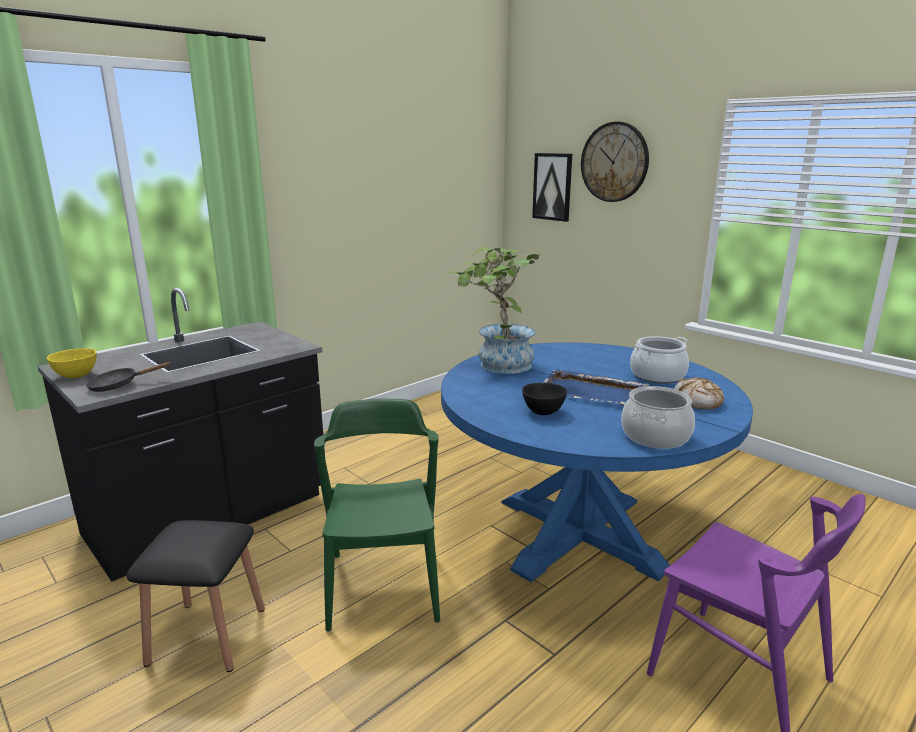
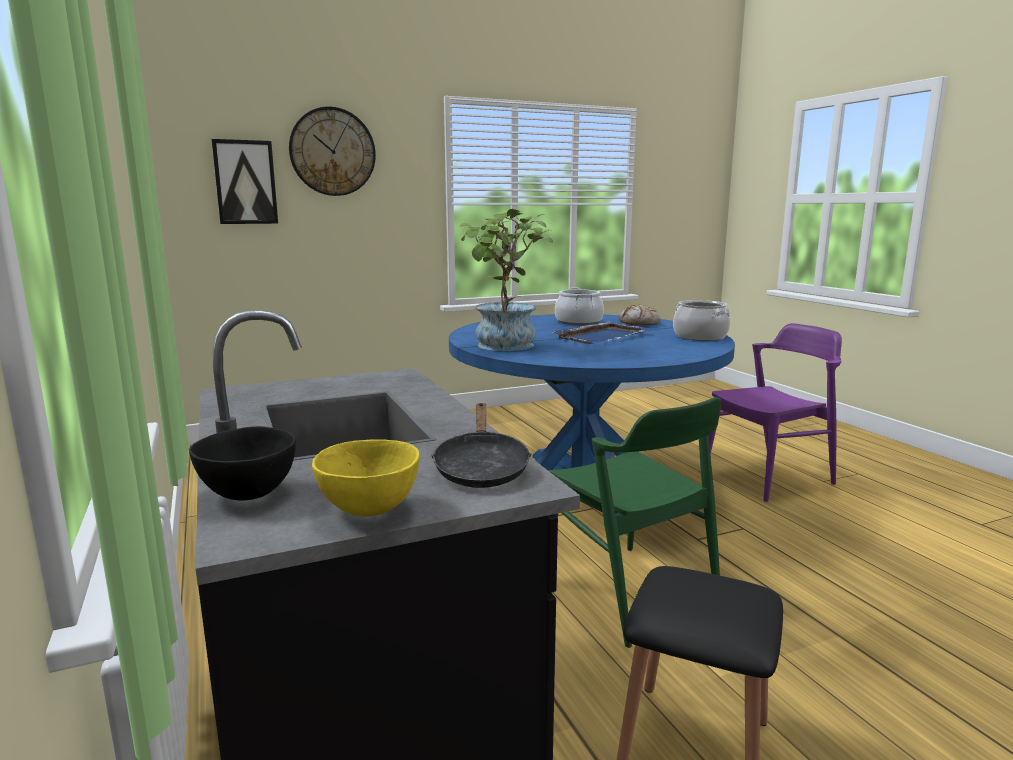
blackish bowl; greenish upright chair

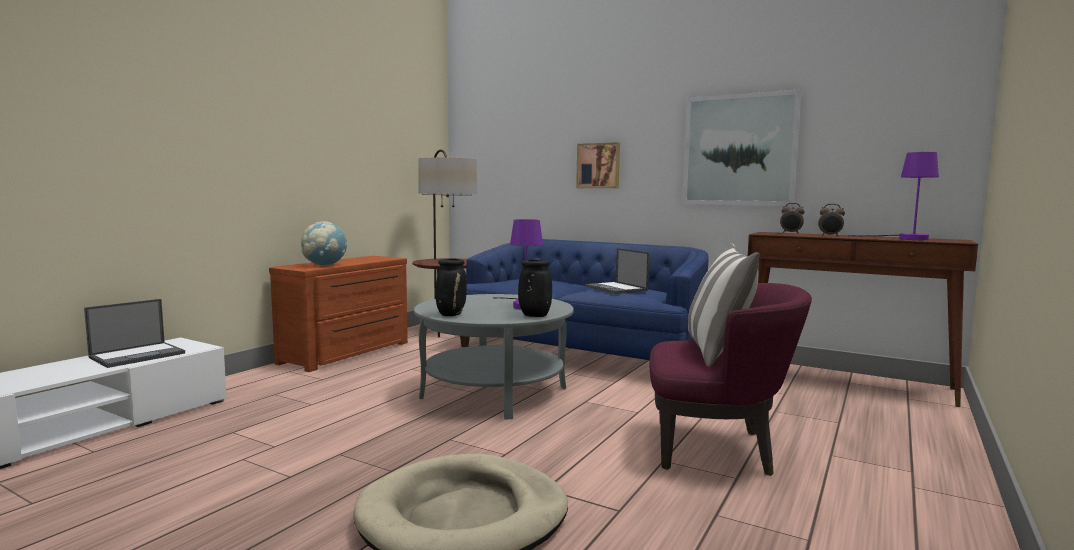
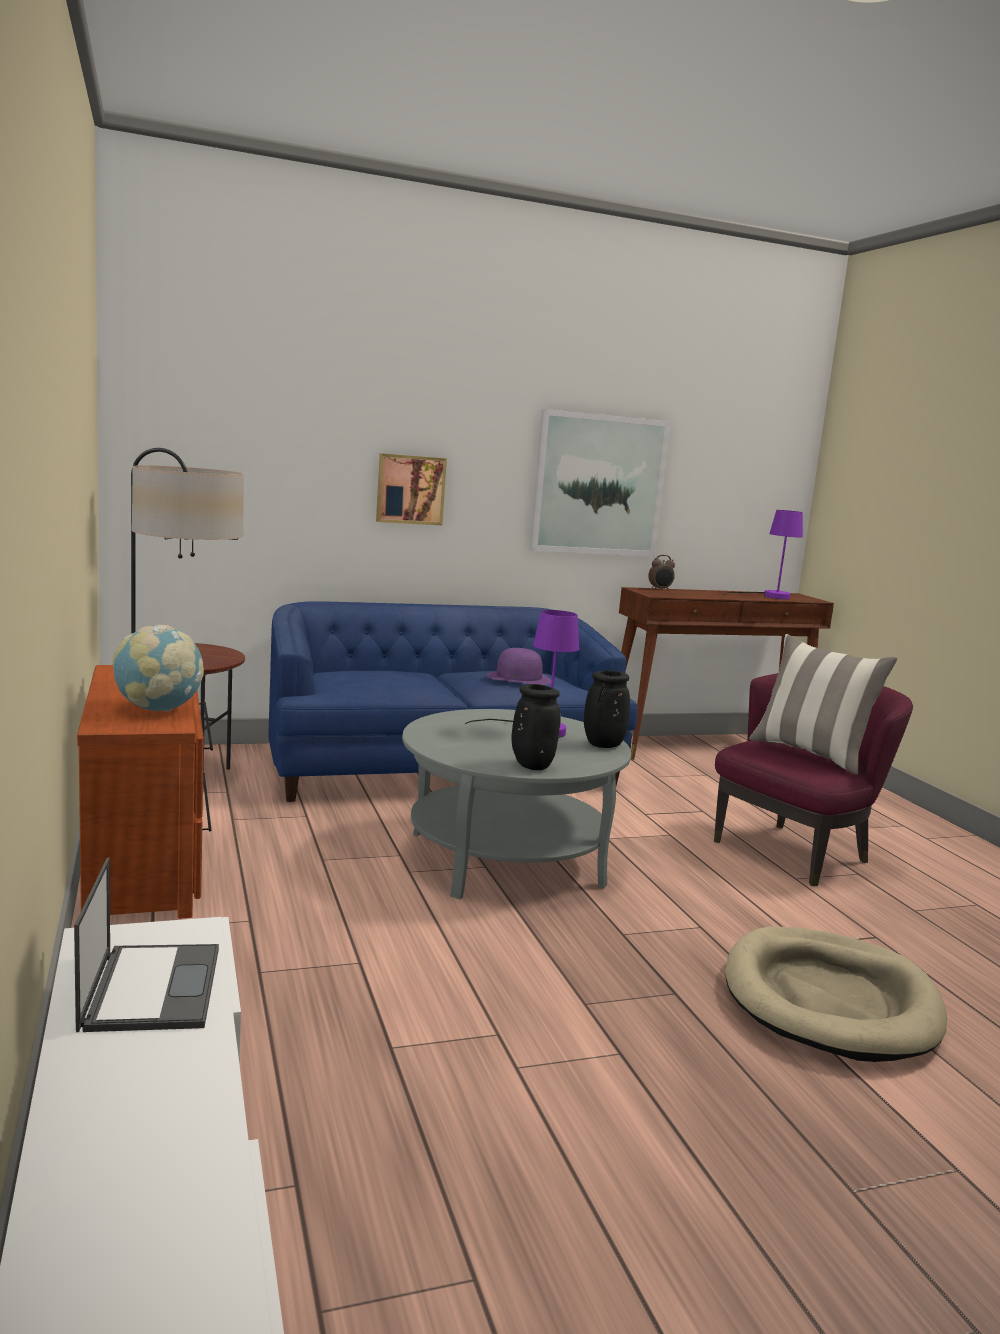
alarm clock (2nd from left in the first image); purplish wearable hat

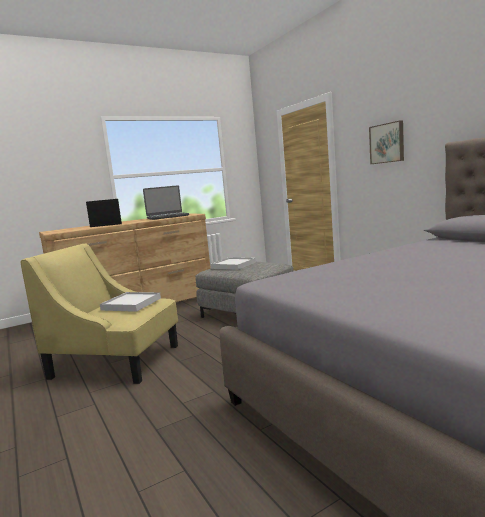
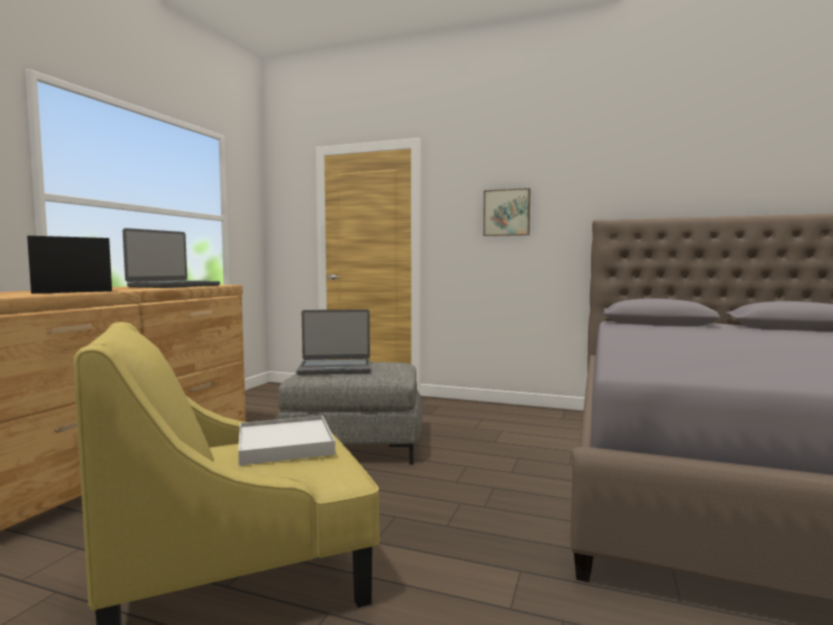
laptop (2nd from left)

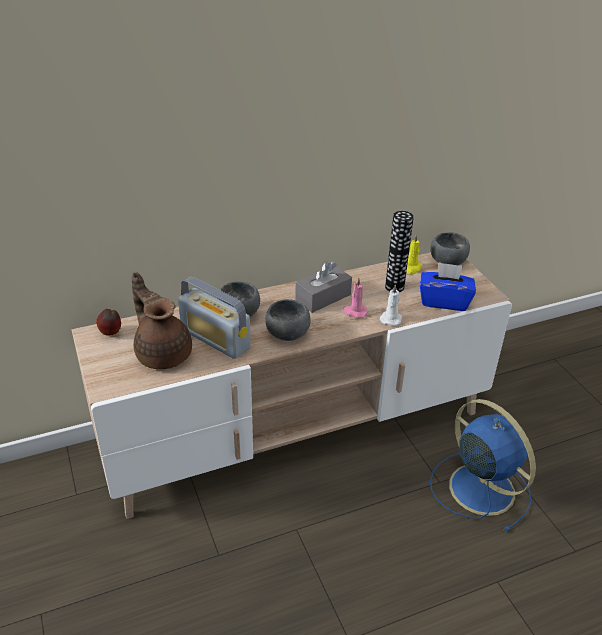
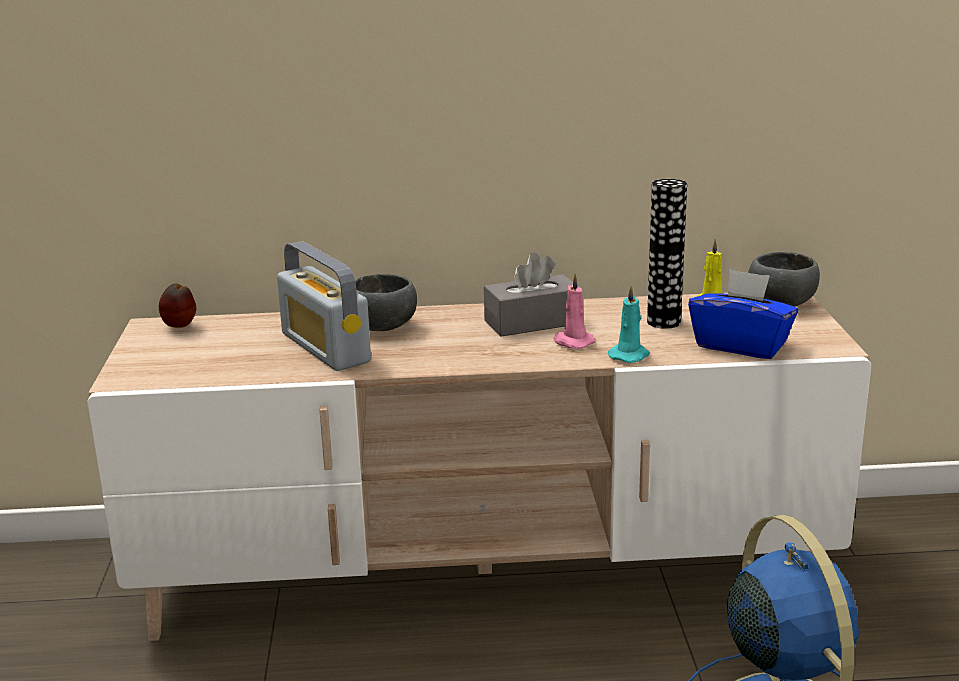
brown teapot; turquoise wax light; grey bowl (2nd from left in the first image)

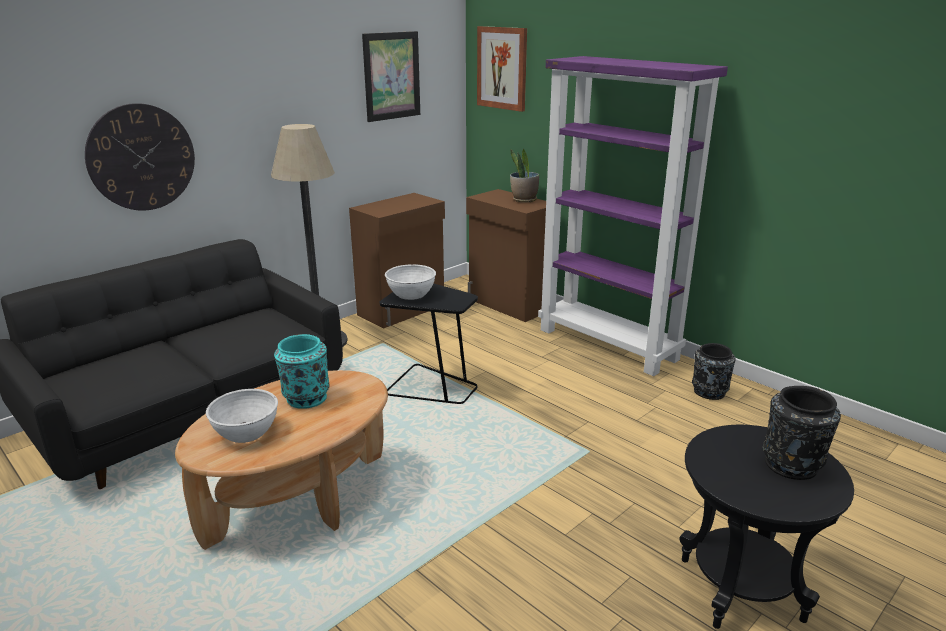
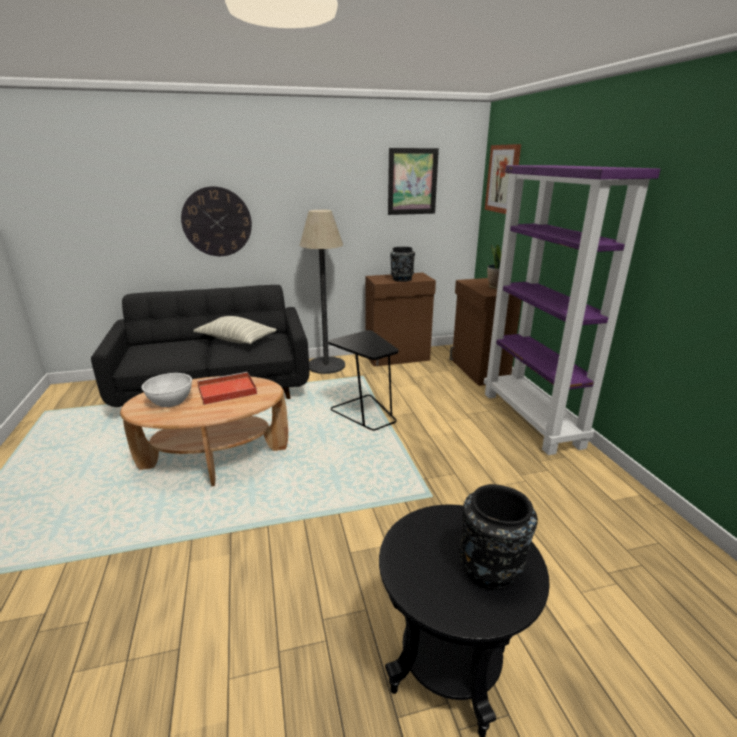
white-coloured bowl (2nd from left in the first image); red-coloured serving tray; blackish decorative vase (1st from left); pillow

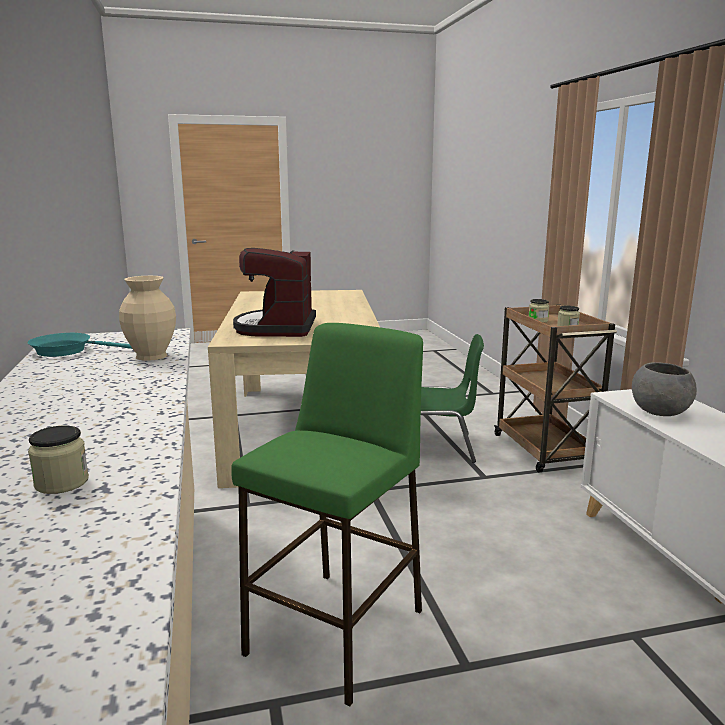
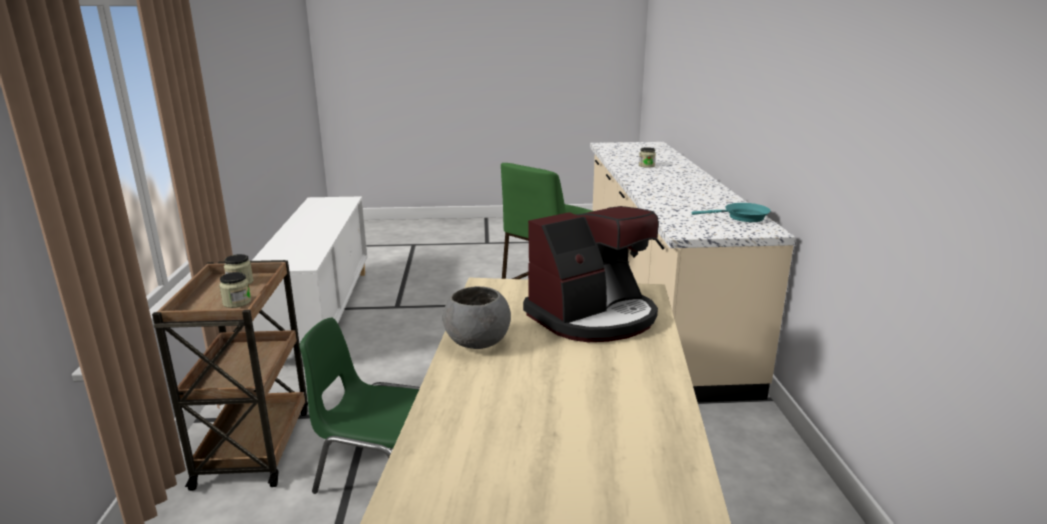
coffee maker; sand-coloured decorative vase; grey bowl

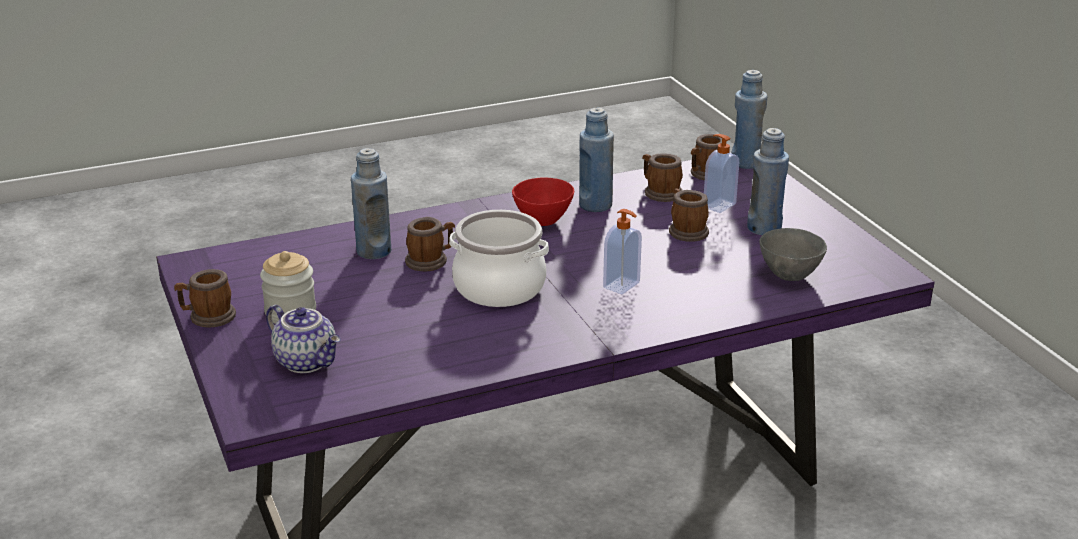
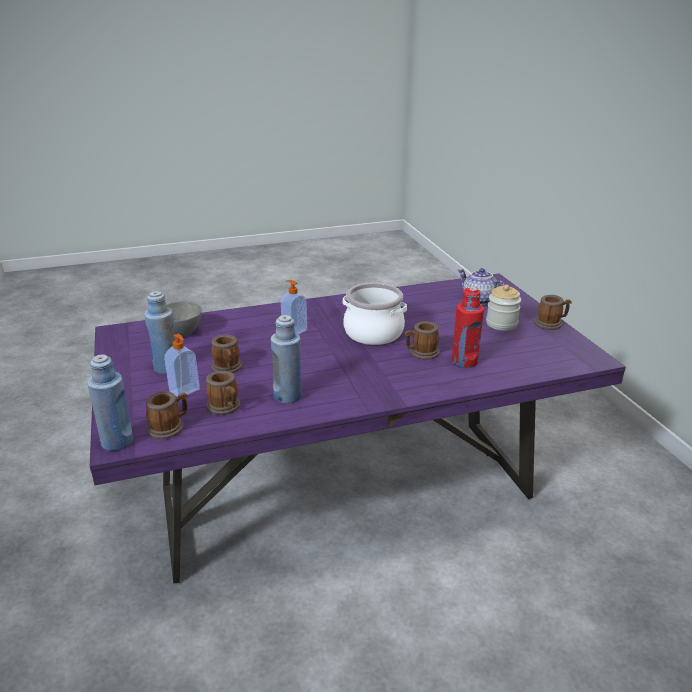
red-coloured beverage bottle; red-coloured bowl

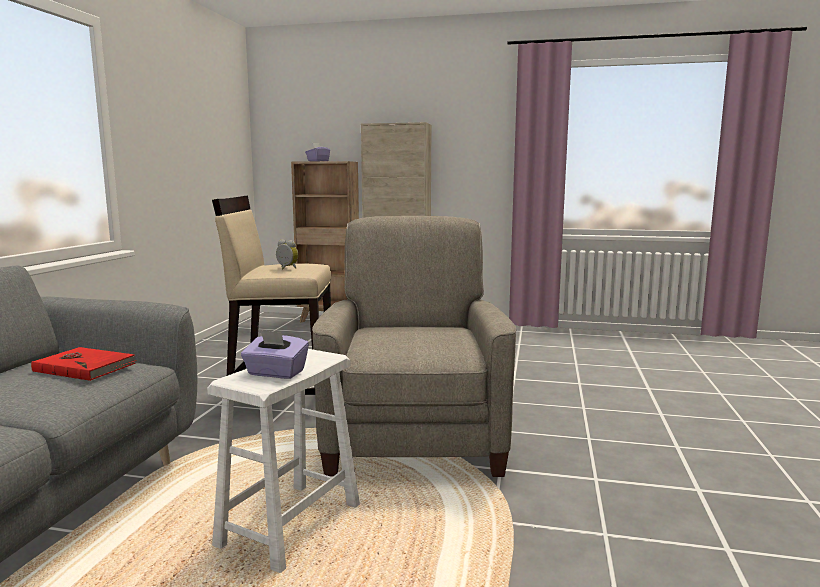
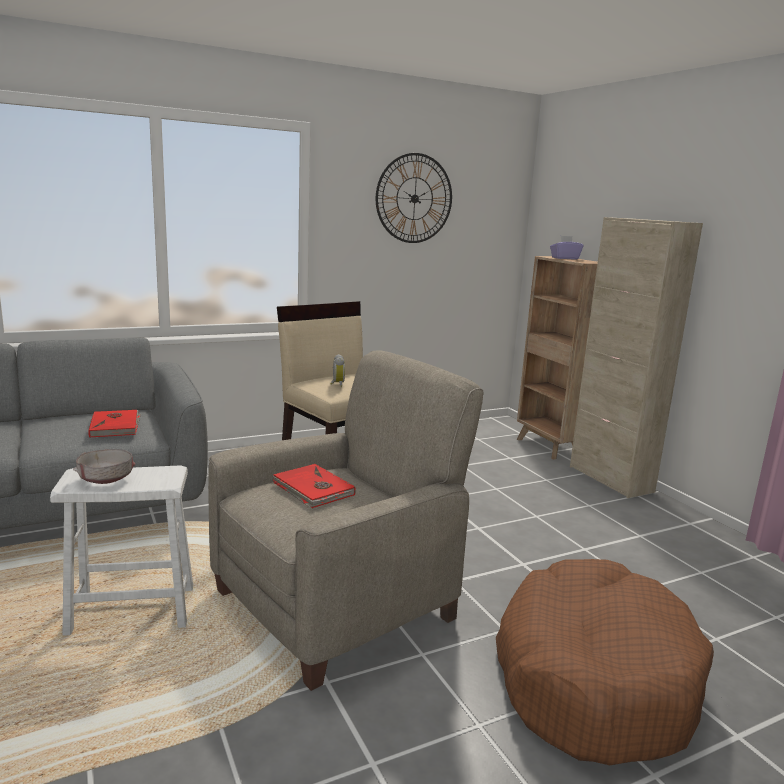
grey bowl; hanging clock; red-coloured volume (2nd from left); brown pet bed

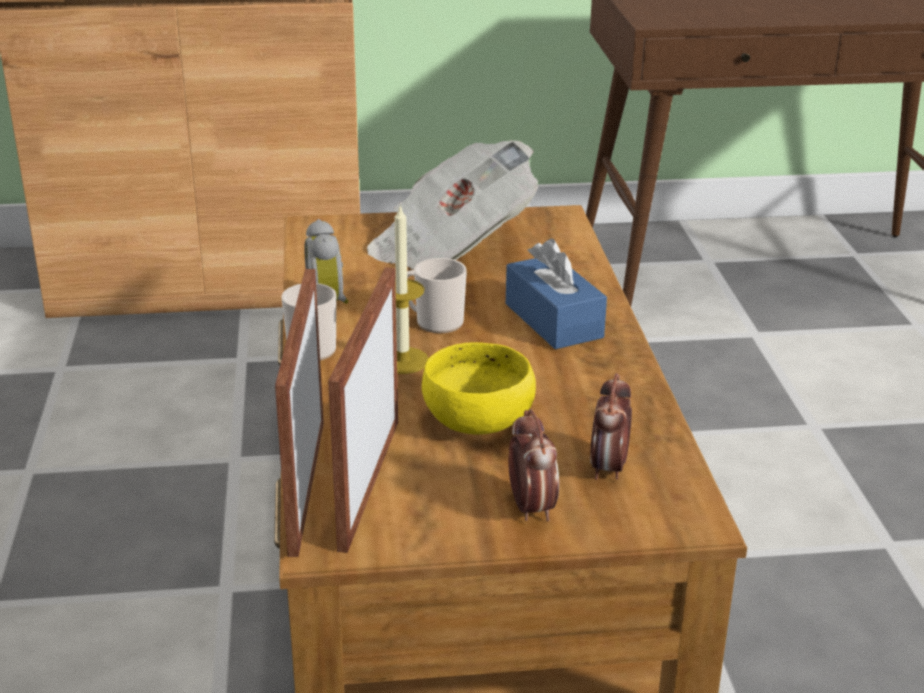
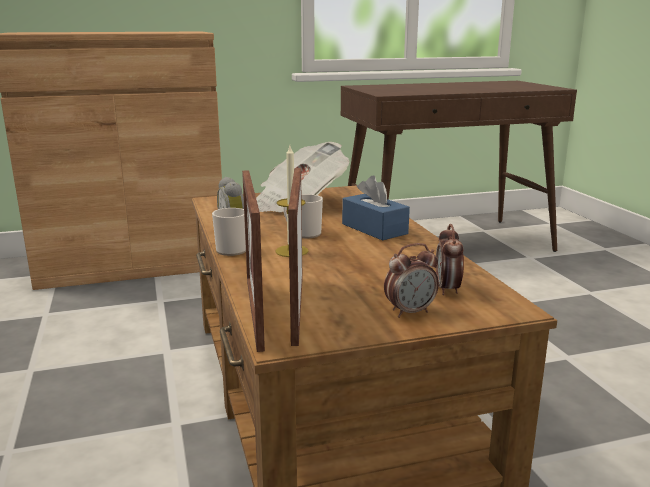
yellow bowl; alarm clock (2nd from left)

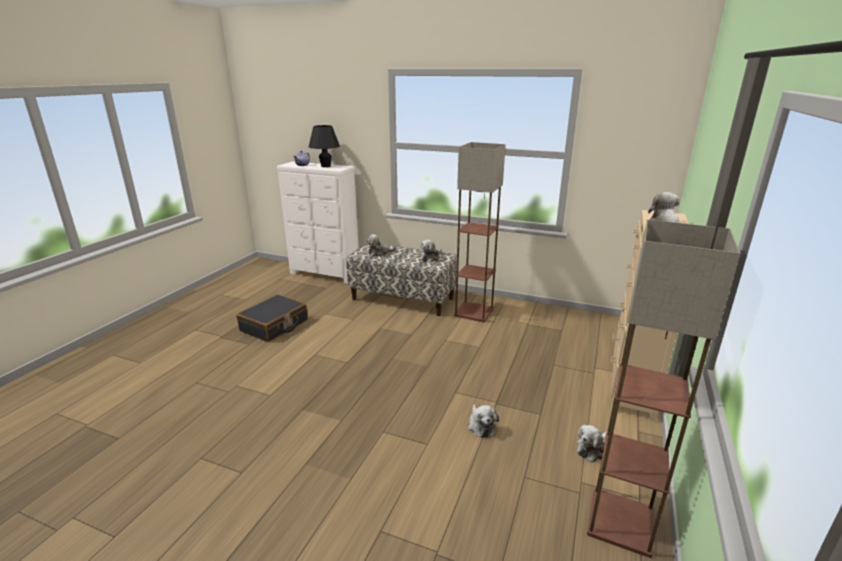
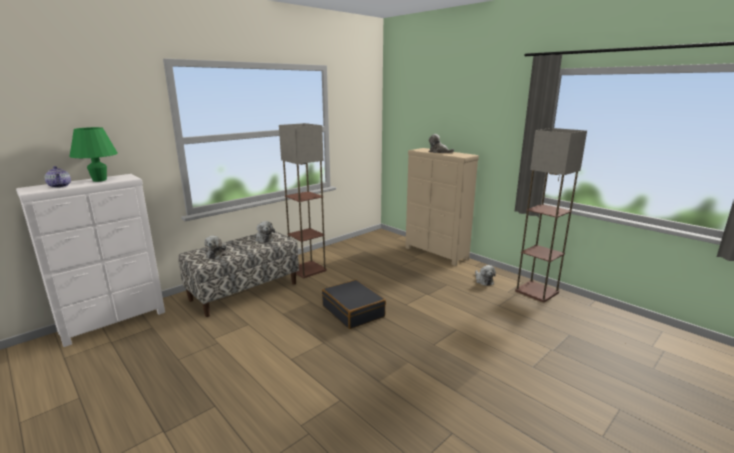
greenish lamp for a table; blackish suitcase; soft toy (3rd from left in the first image)

